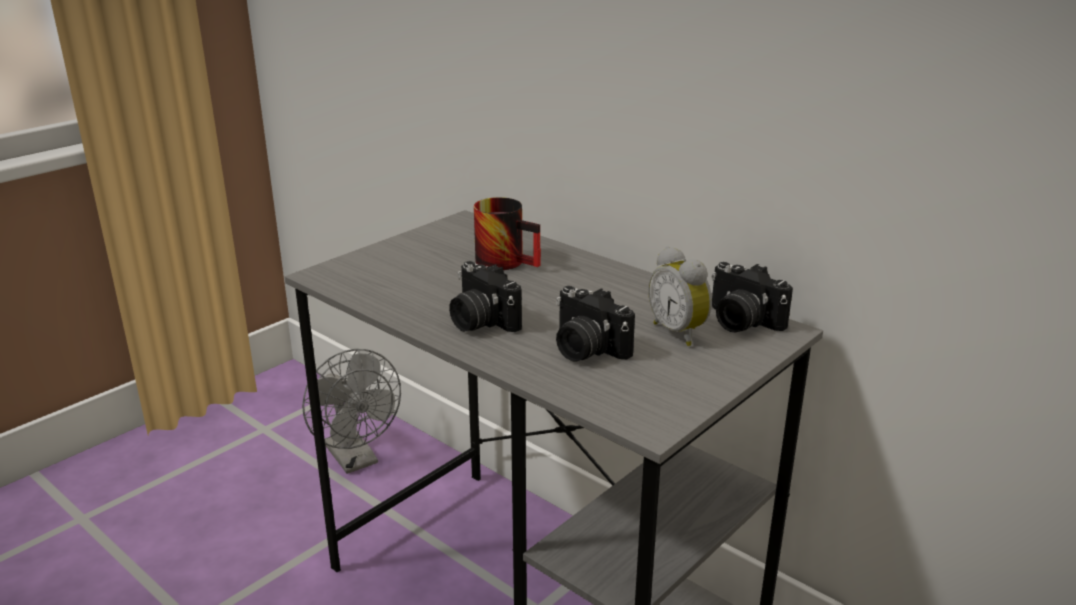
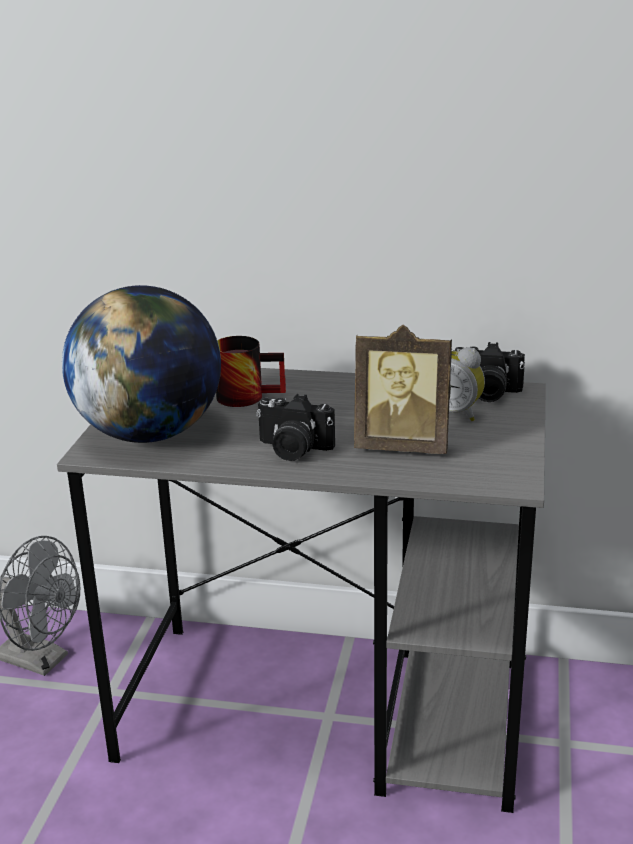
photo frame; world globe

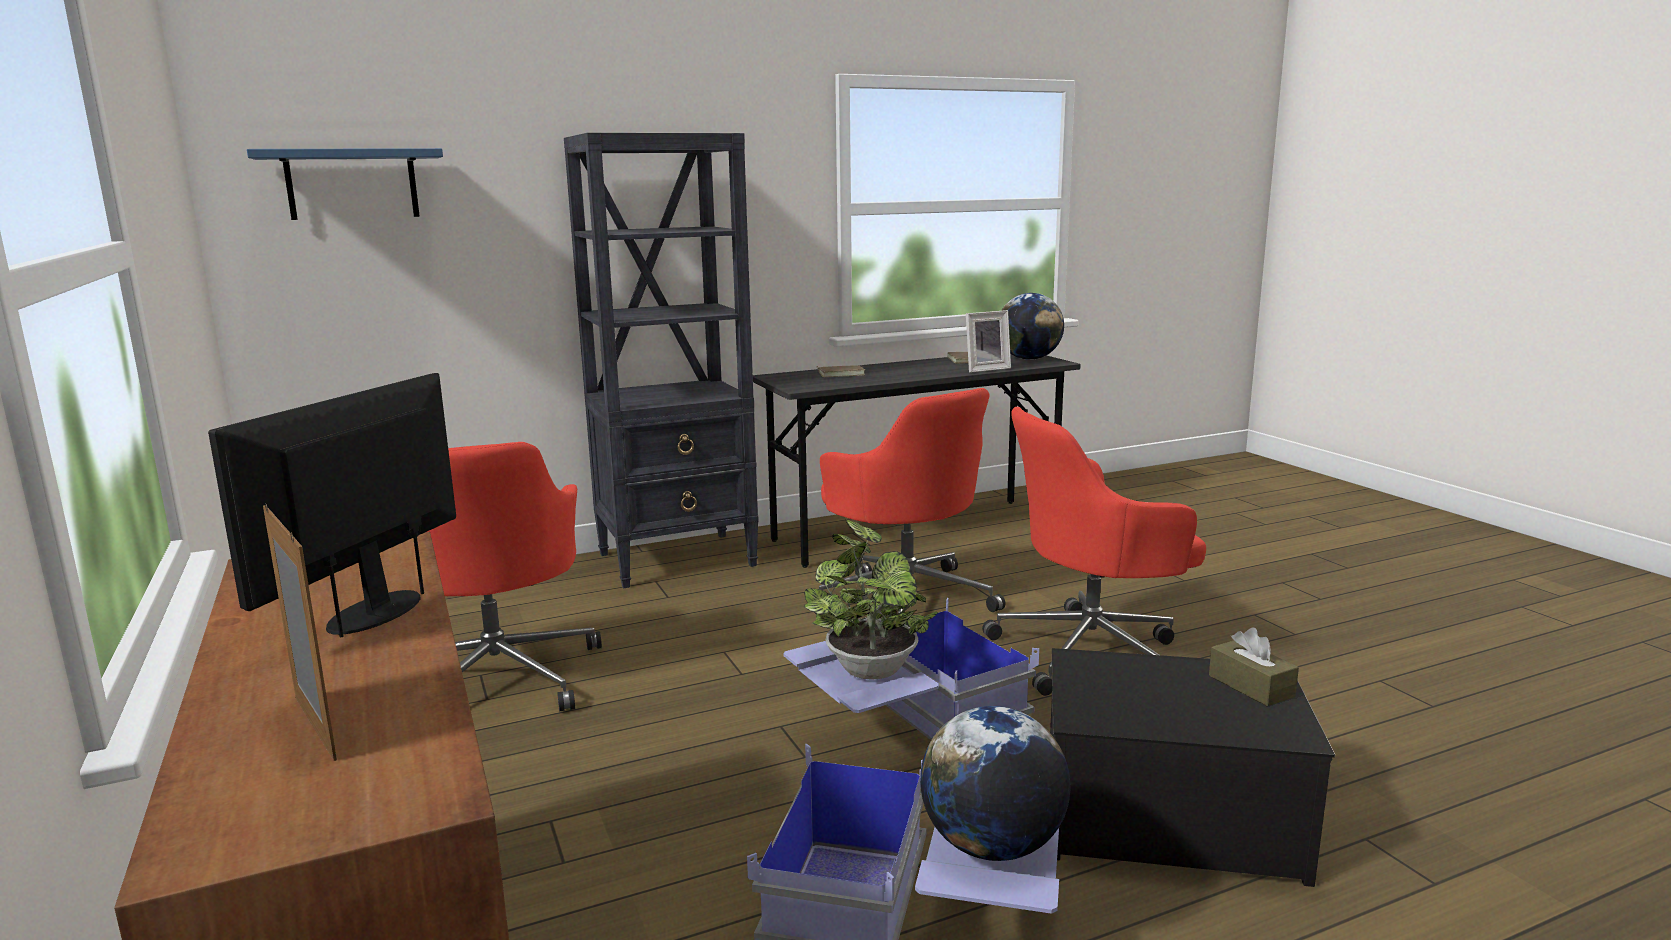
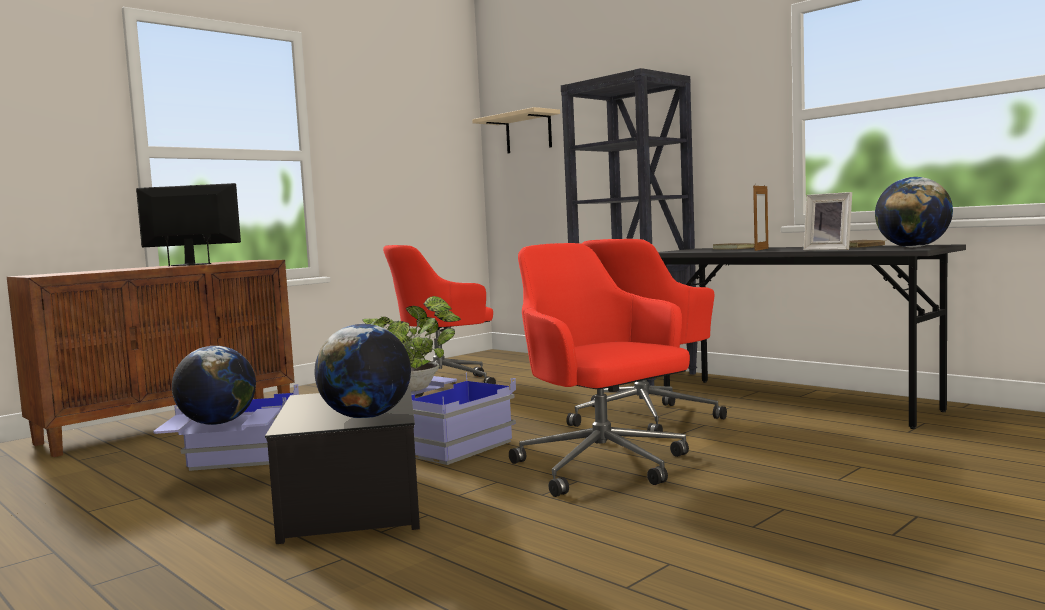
sand-coloured wall shelf; photo frame (1st from left); world globe (2nd from left)

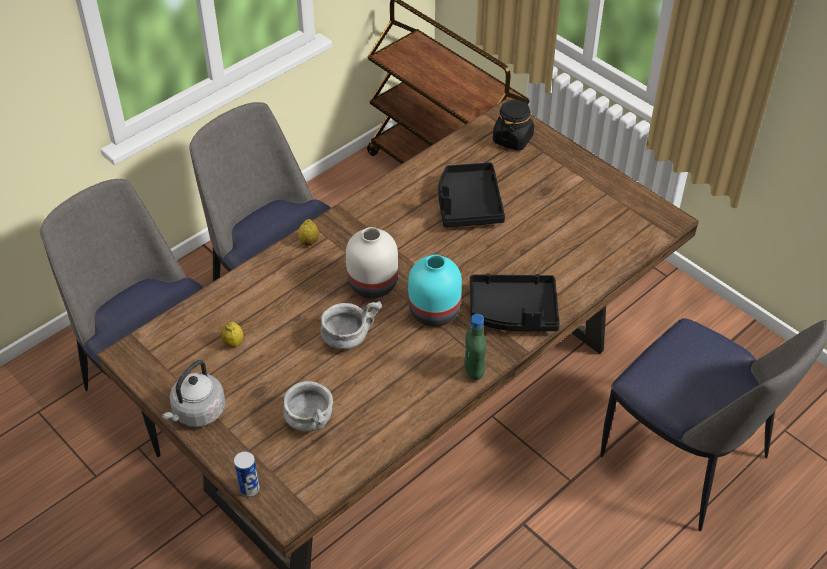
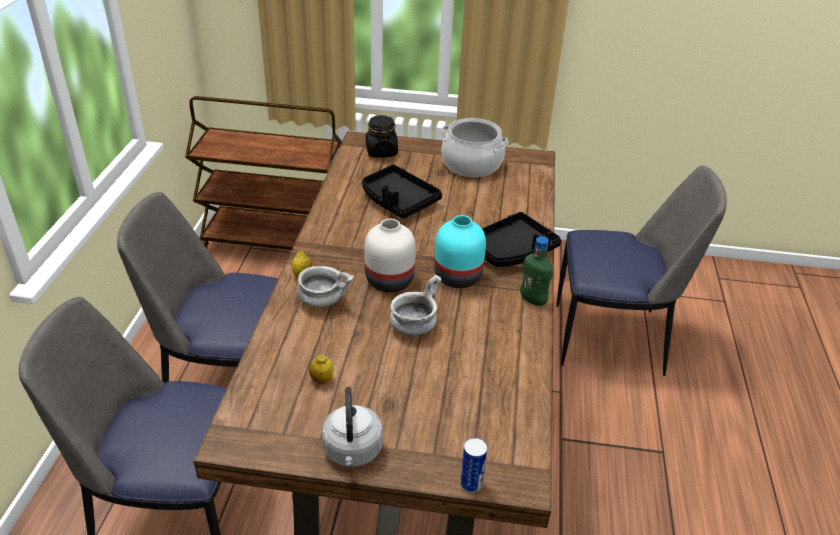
grey bowl (1st from left); stockpot

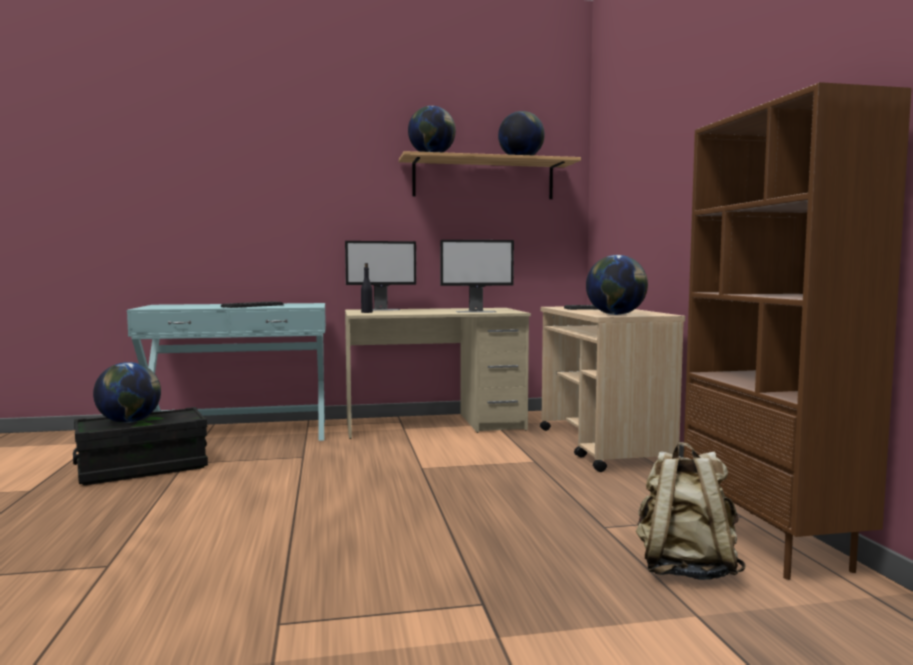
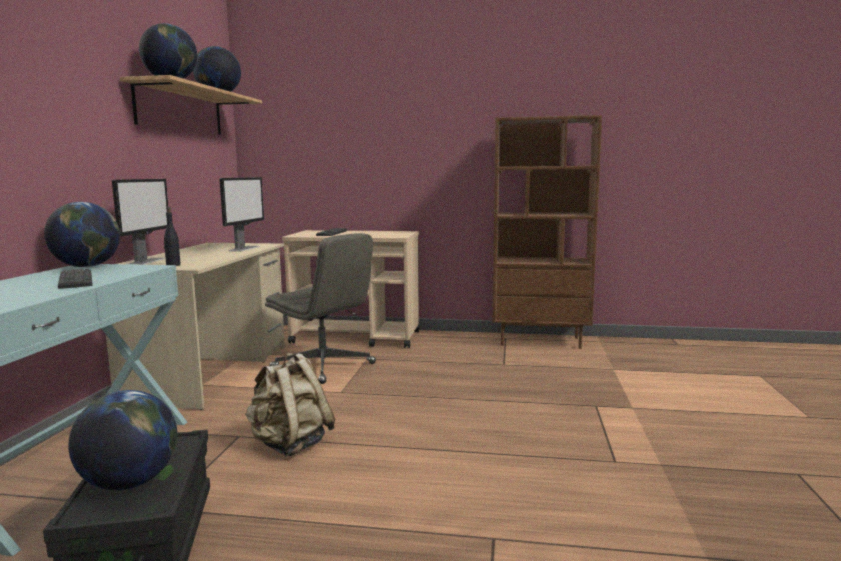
world globe (1st from left); sand-coloured backpack; grey office chair

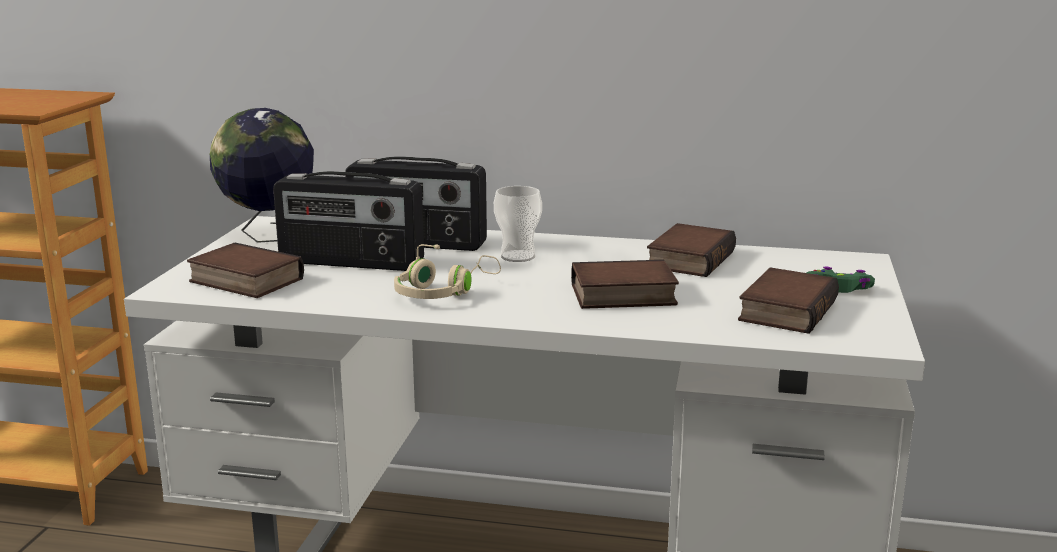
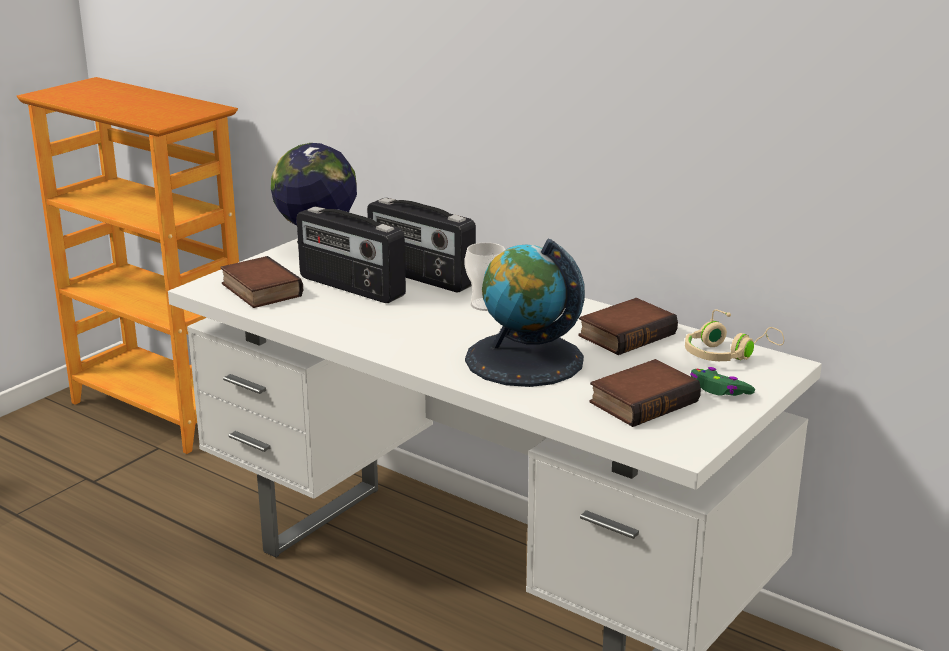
sand-coloured headphones; world globe (2nd from left)

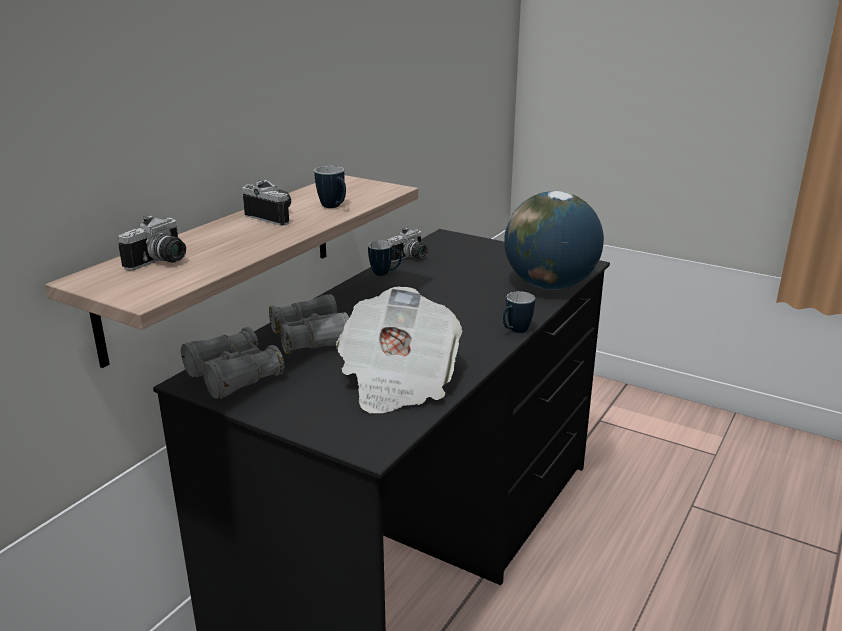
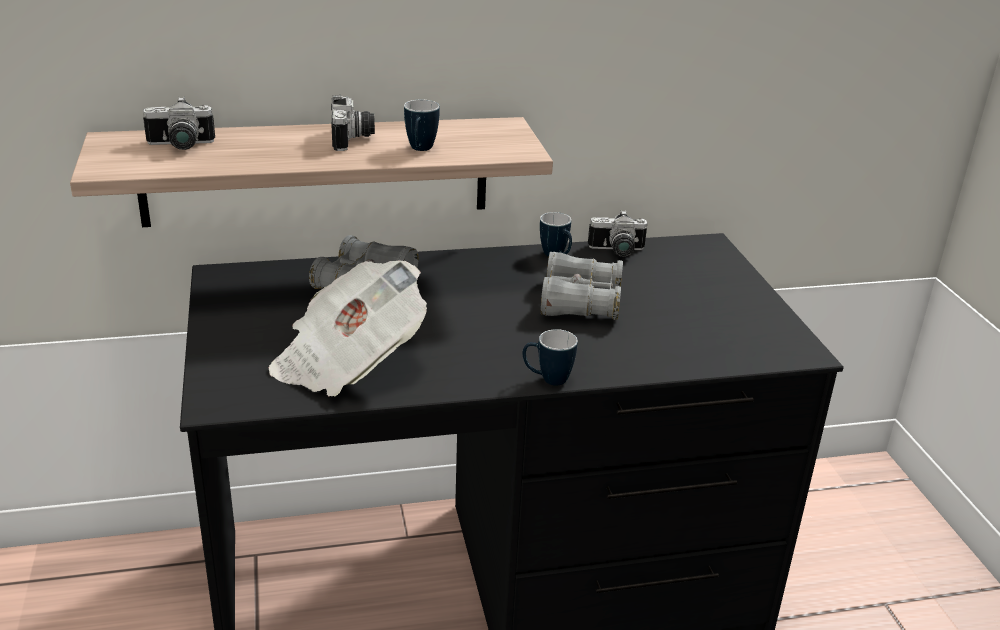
world globe; grey field glasses (2nd from left)

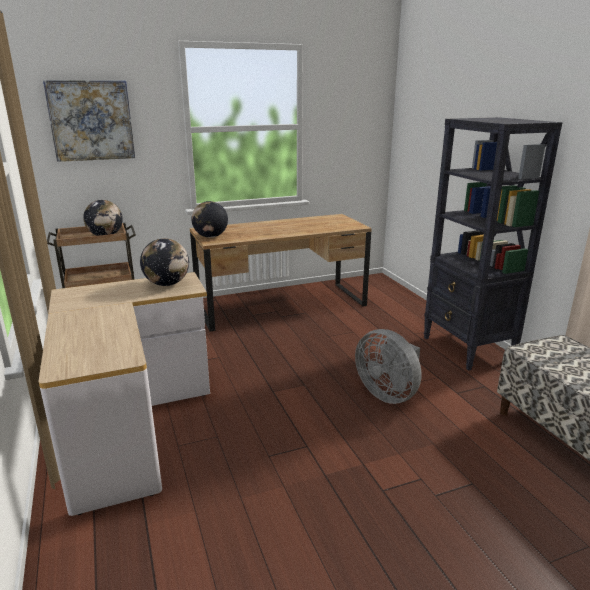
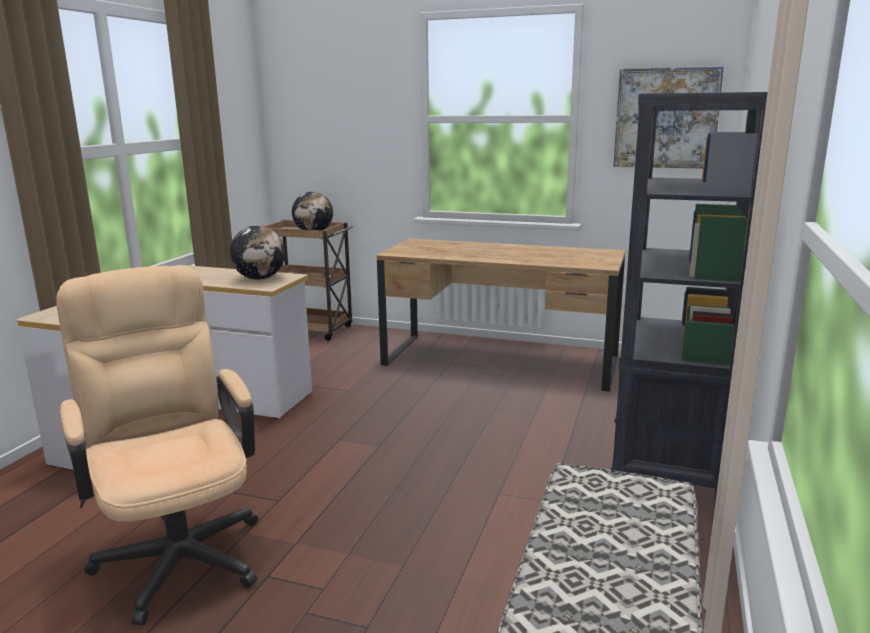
picture; world globe (3rd from left in the first image); grey fan; sand-coloured office chair

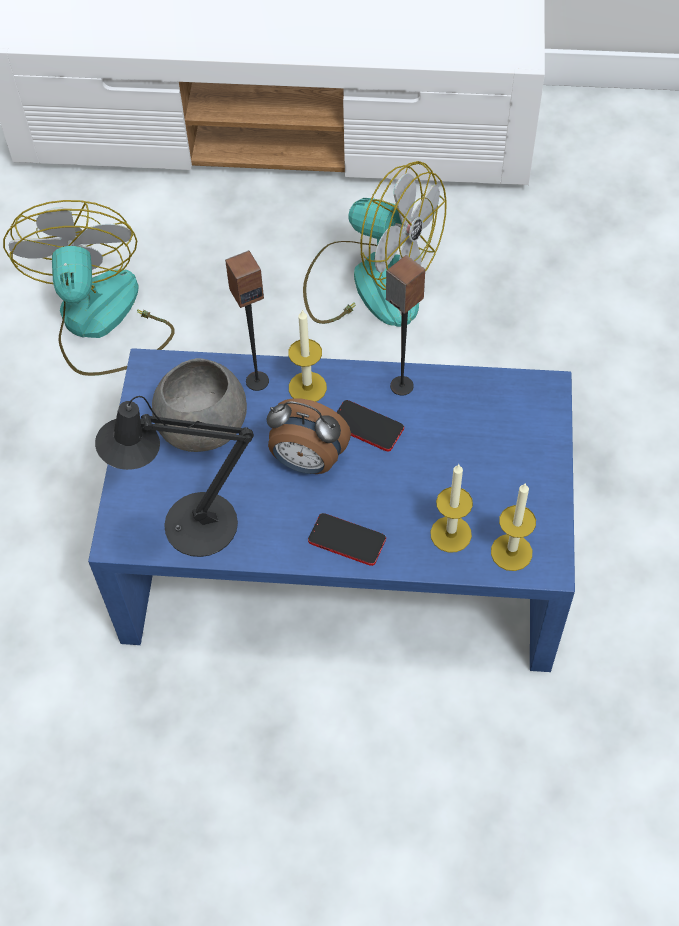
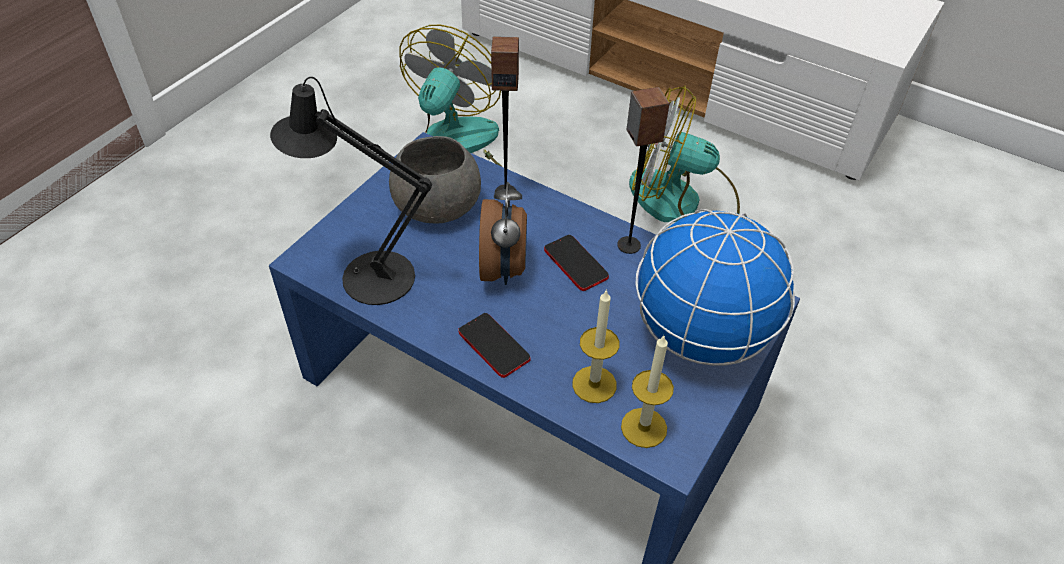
fan (2nd from left); wax light (1st from left in the first image); alarm clock; world globe

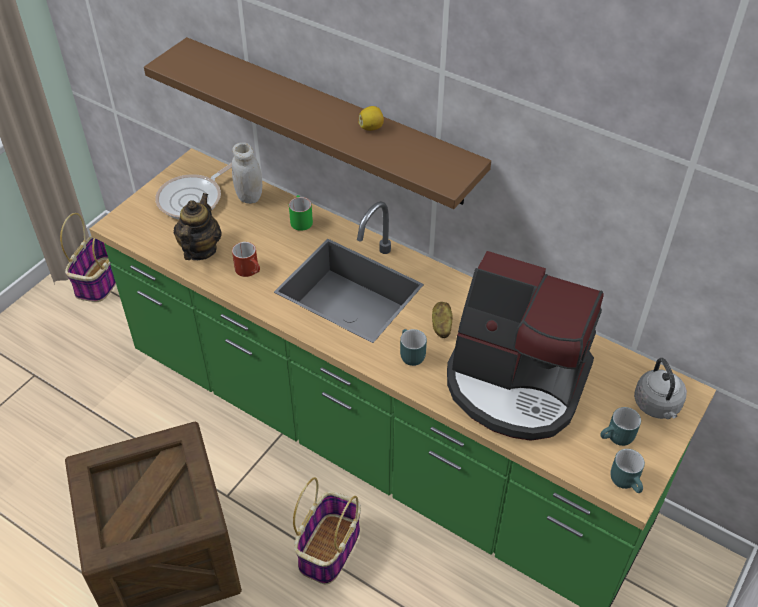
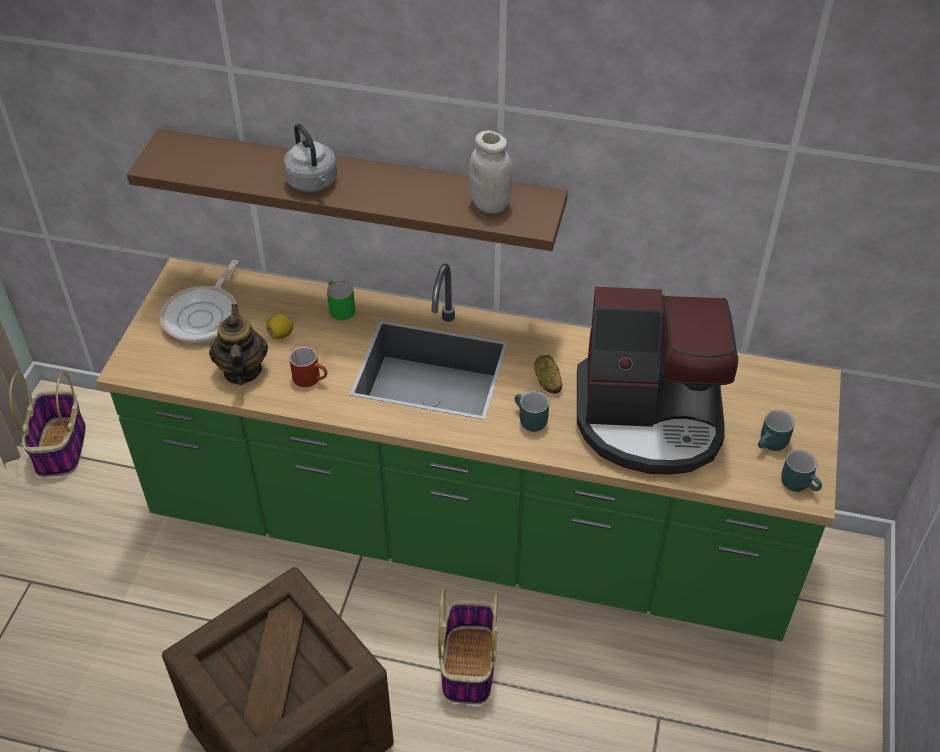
lemon; white-coloured jar; grey kettle

